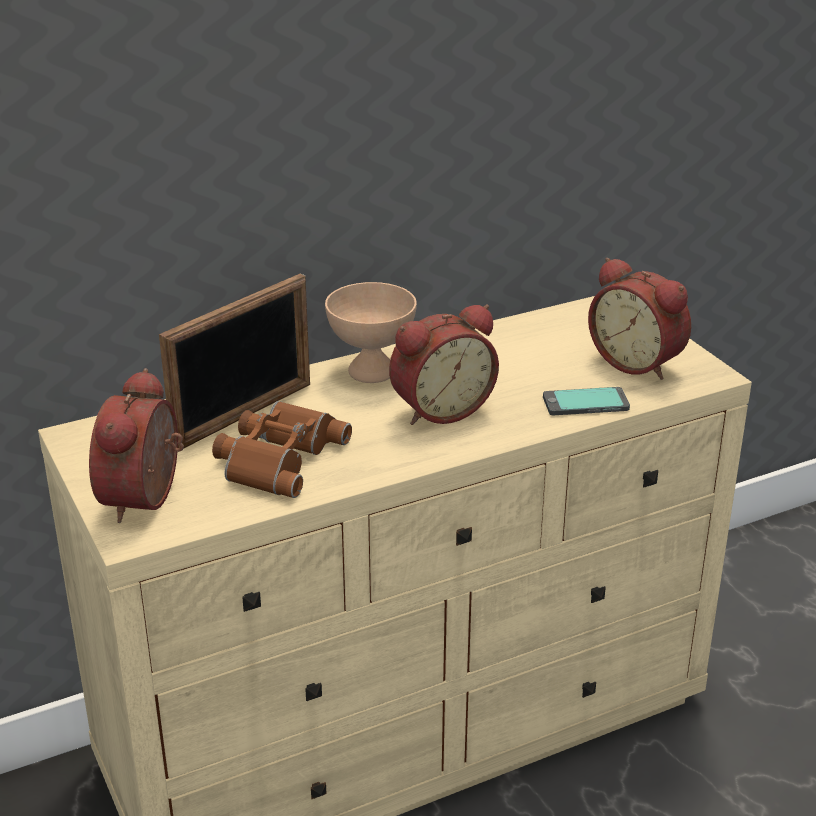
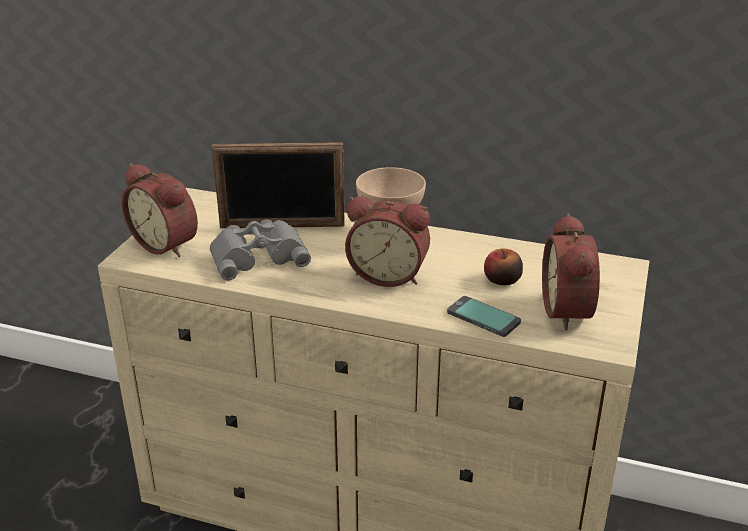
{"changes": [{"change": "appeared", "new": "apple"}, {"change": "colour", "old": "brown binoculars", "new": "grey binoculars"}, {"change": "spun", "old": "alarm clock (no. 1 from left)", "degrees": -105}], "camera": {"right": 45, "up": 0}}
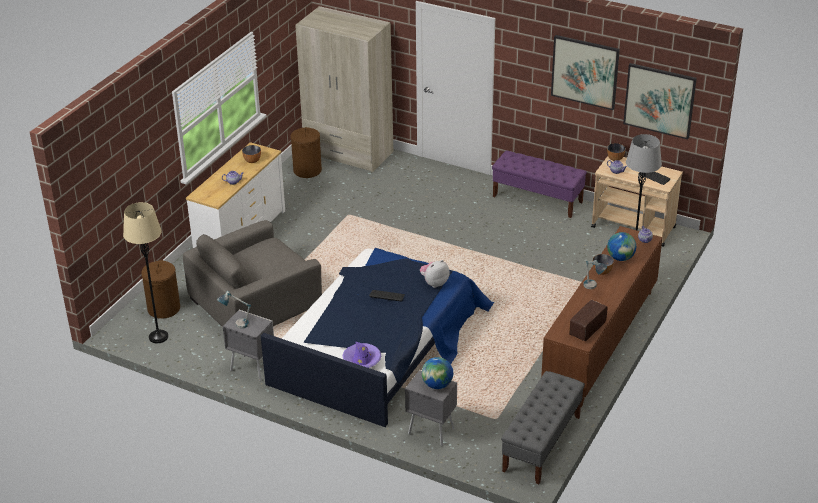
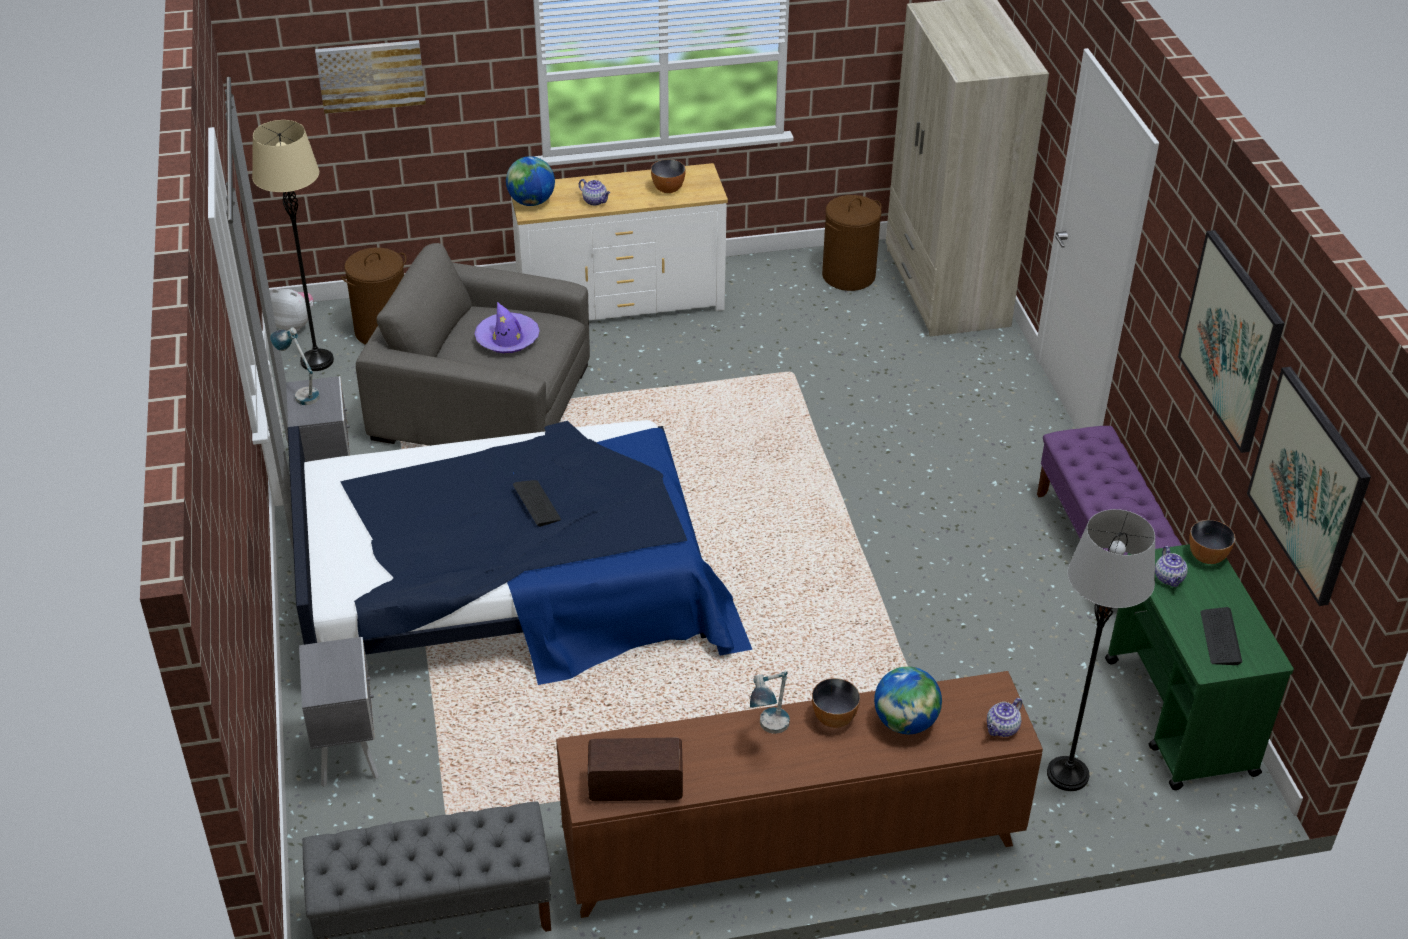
{"changes": [{"change": "appeared", "new": "picture (no. 1 from left)"}, {"change": "relocated", "old": "purple hat"}, {"change": "relocated", "old": "plush toy"}, {"change": "relocated", "old": "globe (no. 1 from left)"}, {"change": "colour", "old": "beige cart", "new": "green cart"}], "camera": {"right": 50, "up": 5}}
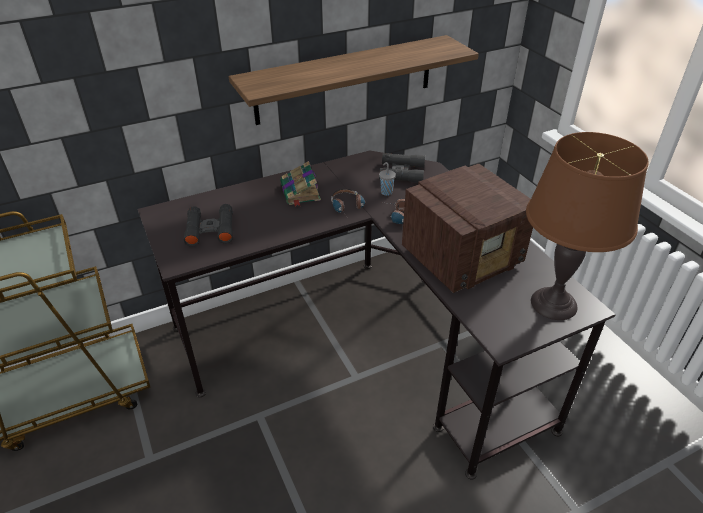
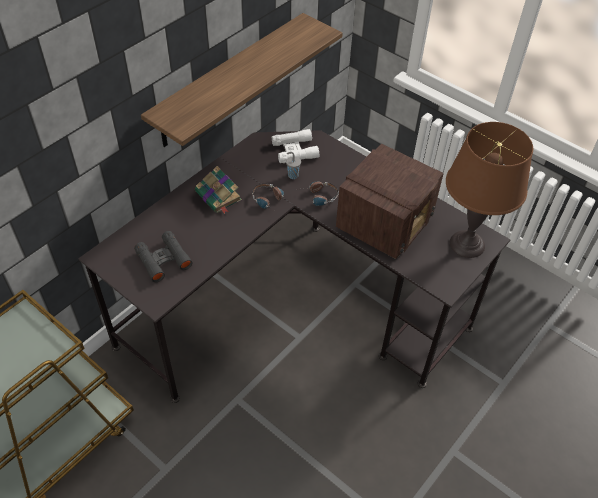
{"changes": [{"change": "colour", "old": "black binoculars (no. 2 from left)", "new": "white binoculars"}], "camera": {"right": -25, "up": 10}}
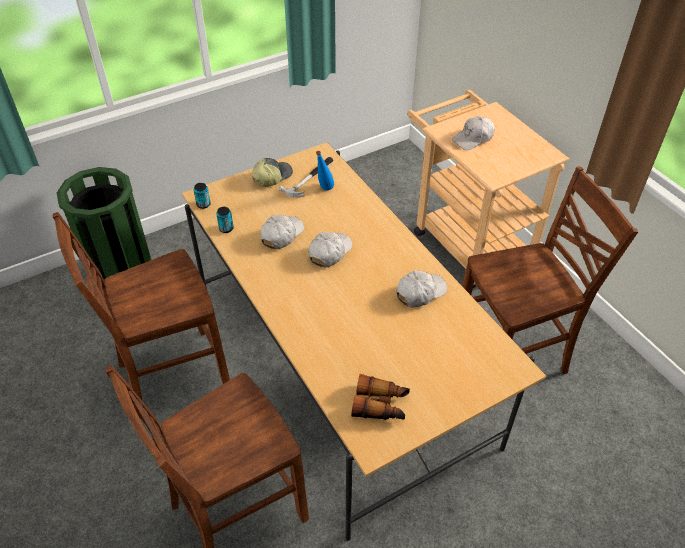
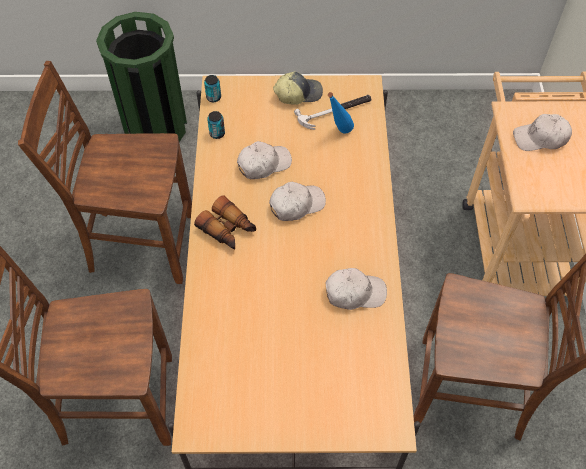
{"changes": [{"change": "relocated", "old": "binoculars"}], "camera": {"right": 30, "up": 10}}
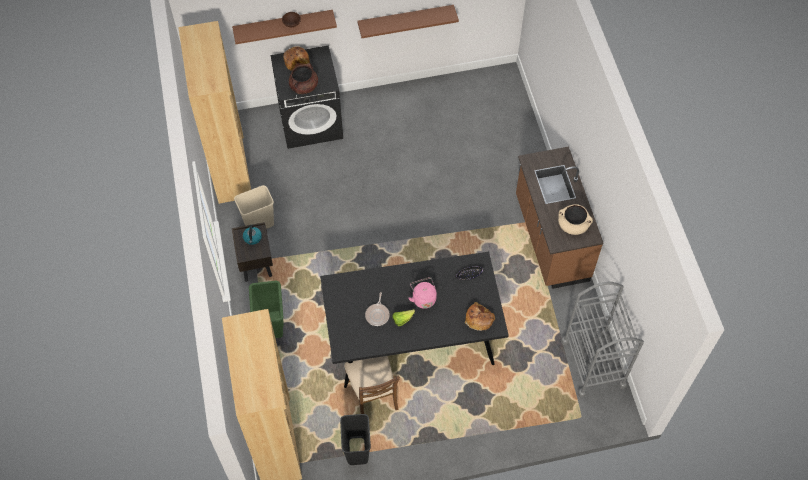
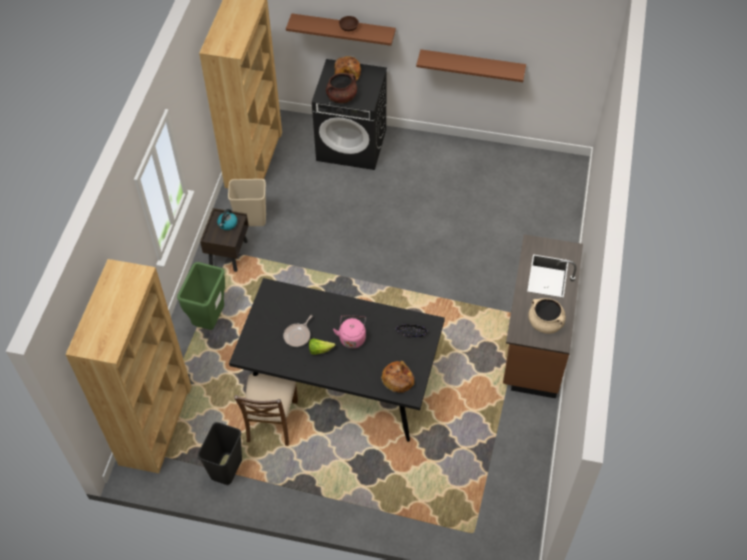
{"changes": [{"change": "missing", "old": "grey cart"}], "camera": {"right": 25, "up": -5}}
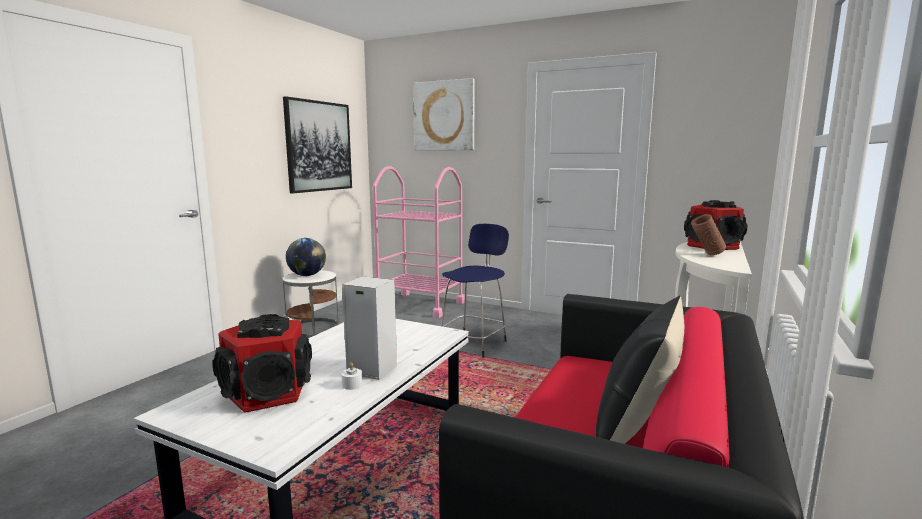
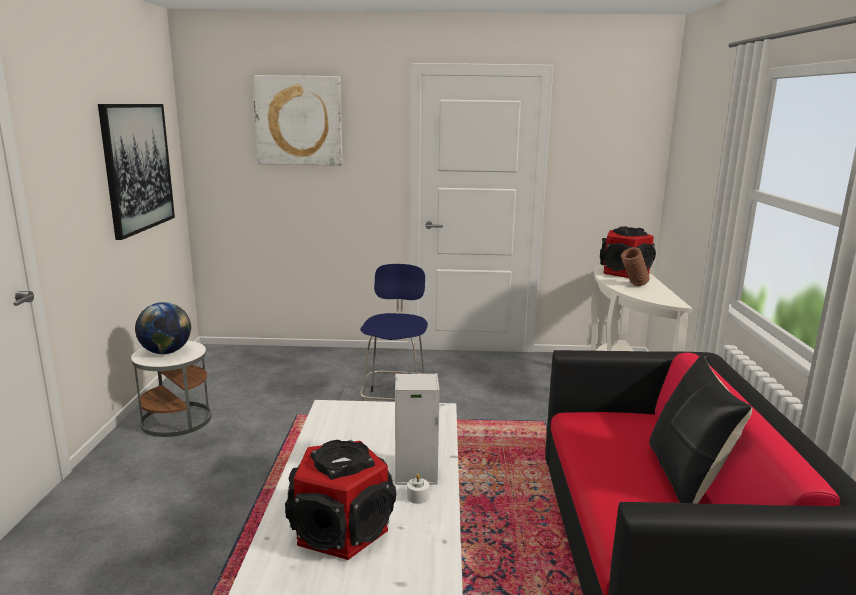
{"changes": [{"change": "missing", "old": "pink cart"}], "camera": {"right": -25, "up": 5}}
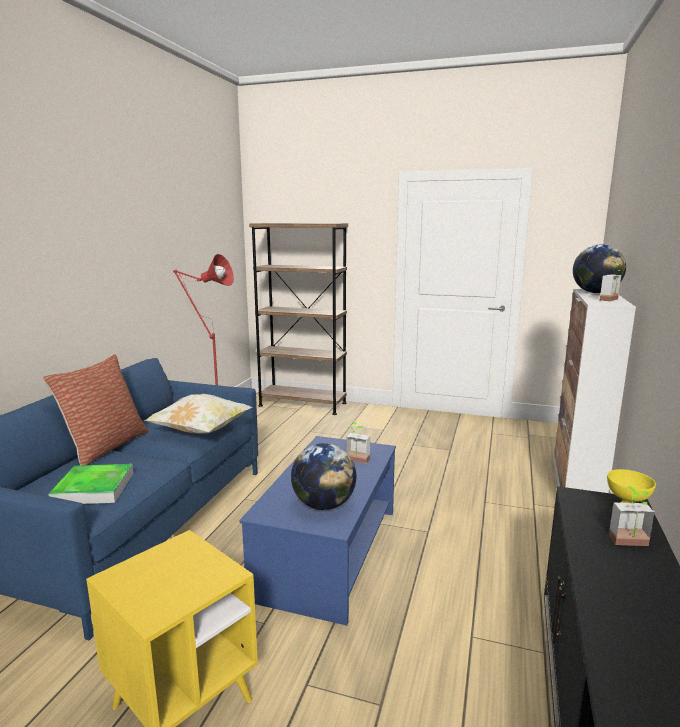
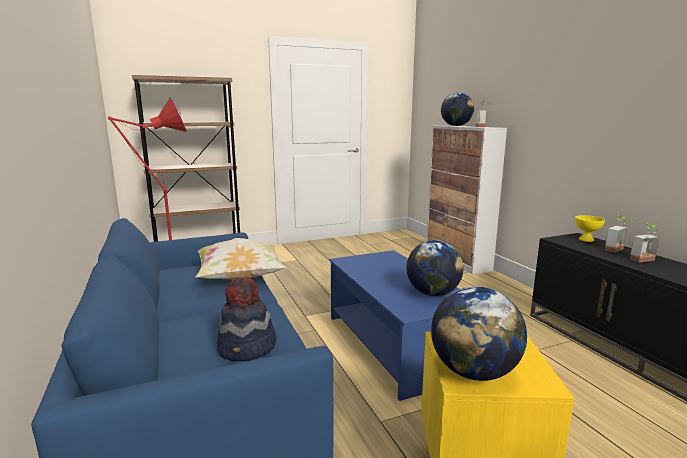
{"changes": [{"change": "missing", "old": "pillow (no. 1 from left)"}, {"change": "appeared", "new": "globe (no. 3 from left)"}, {"change": "relocated", "old": "potted plant (no. 1 from left in the first image)", "new": "potted plant (no. 3 from left)"}, {"change": "exchanged", "old": "tray", "new": "hat"}], "camera": {"right": -40, "up": 0}}
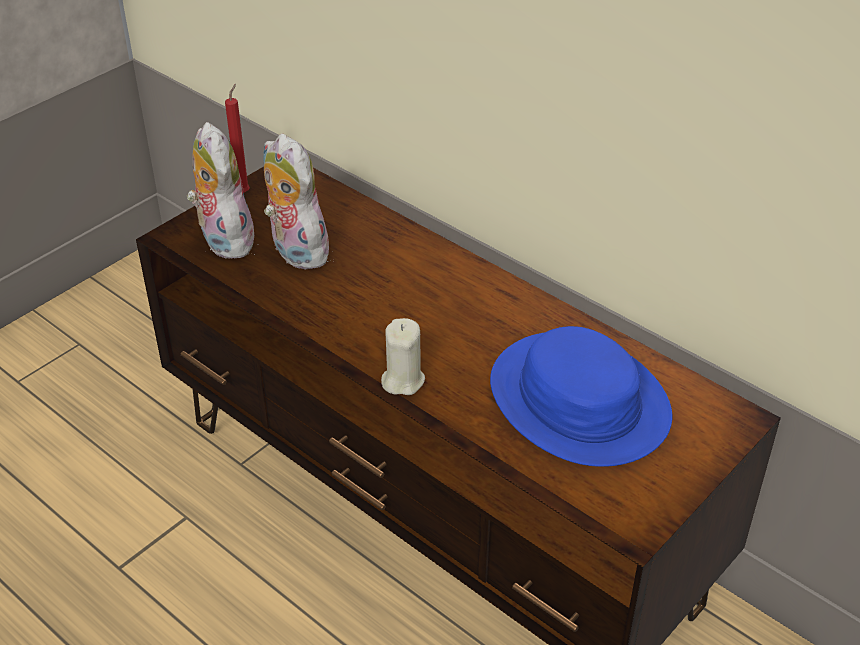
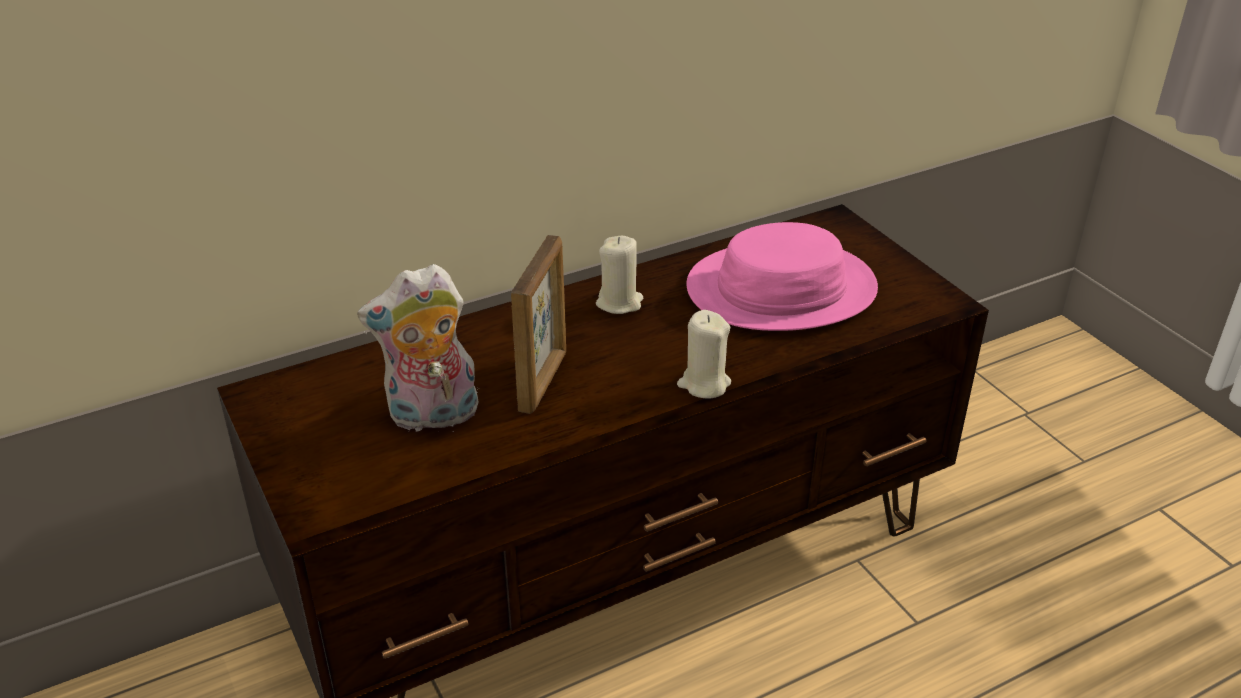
{"changes": [{"change": "missing", "old": "plush toy (no. 1 from left)"}, {"change": "missing", "old": "red candle"}, {"change": "appeared", "new": "picture frame"}, {"change": "appeared", "new": "beige candle (no. 1 from left)"}, {"change": "colour", "old": "blue hat", "new": "pink hat"}], "camera": {"right": -70, "up": -5}}
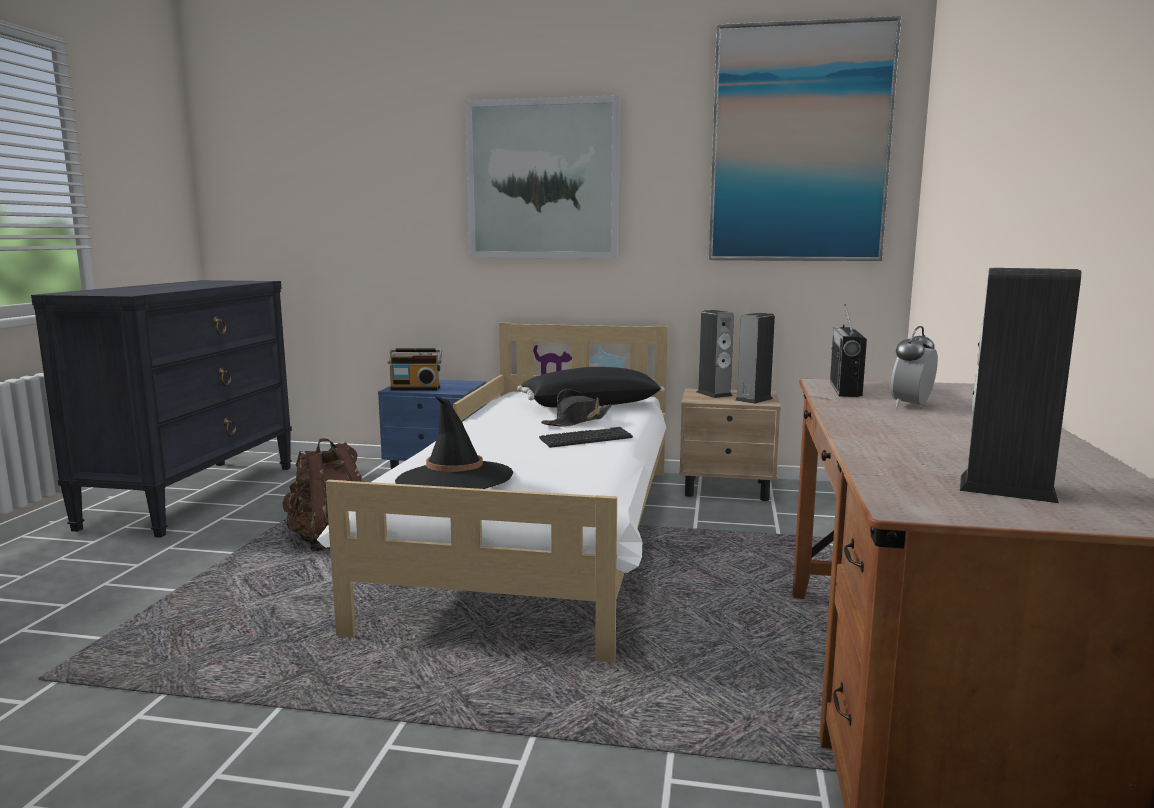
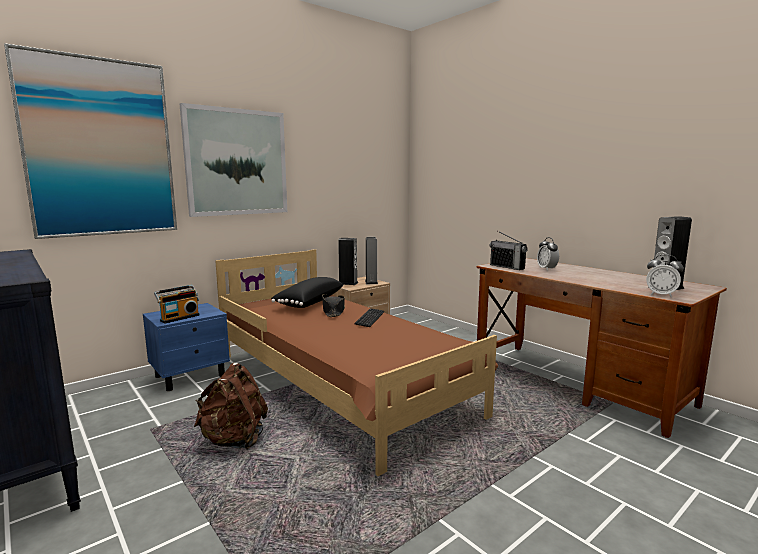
{"changes": [{"change": "missing", "old": "black hat (no. 1 from left)"}, {"change": "appeared", "new": "alarm clock (no. 2 from left)"}, {"change": "relocated", "old": "picture (no. 2 from left in the first image)", "new": "picture (no. 1 from left)"}, {"change": "colour", "old": "white bed", "new": "brown bed"}], "camera": {"right": -50, "up": 0}}
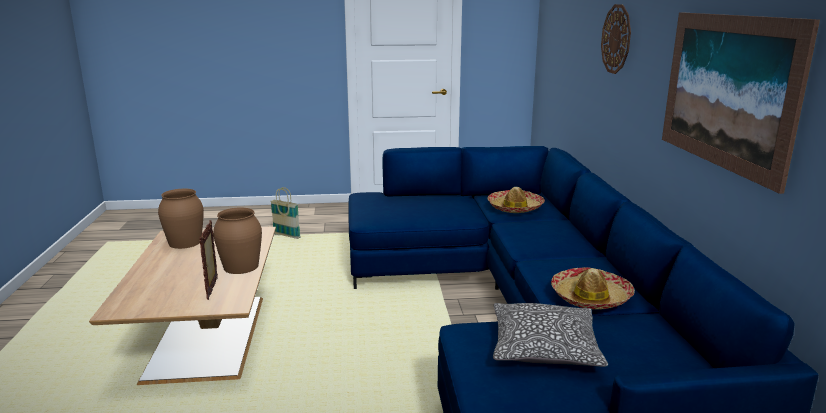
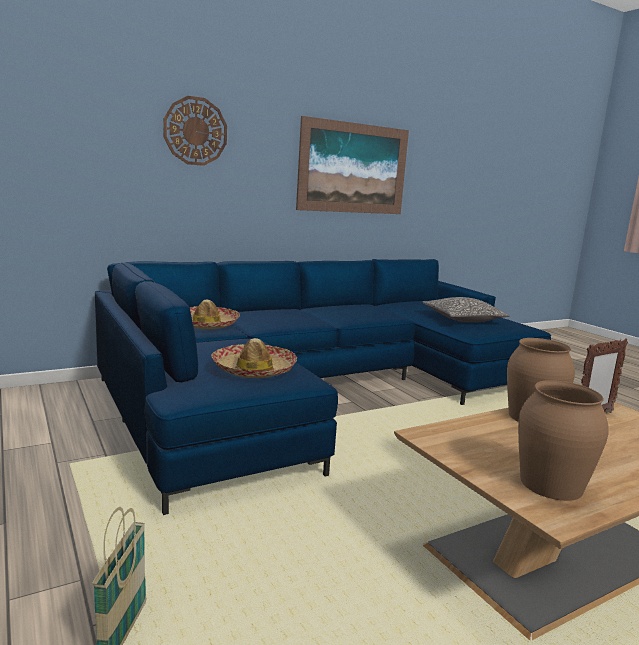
{"changes": [{"change": "relocated", "old": "hat (no. 2 from left)"}], "camera": {"right": -115, "up": -5}}
